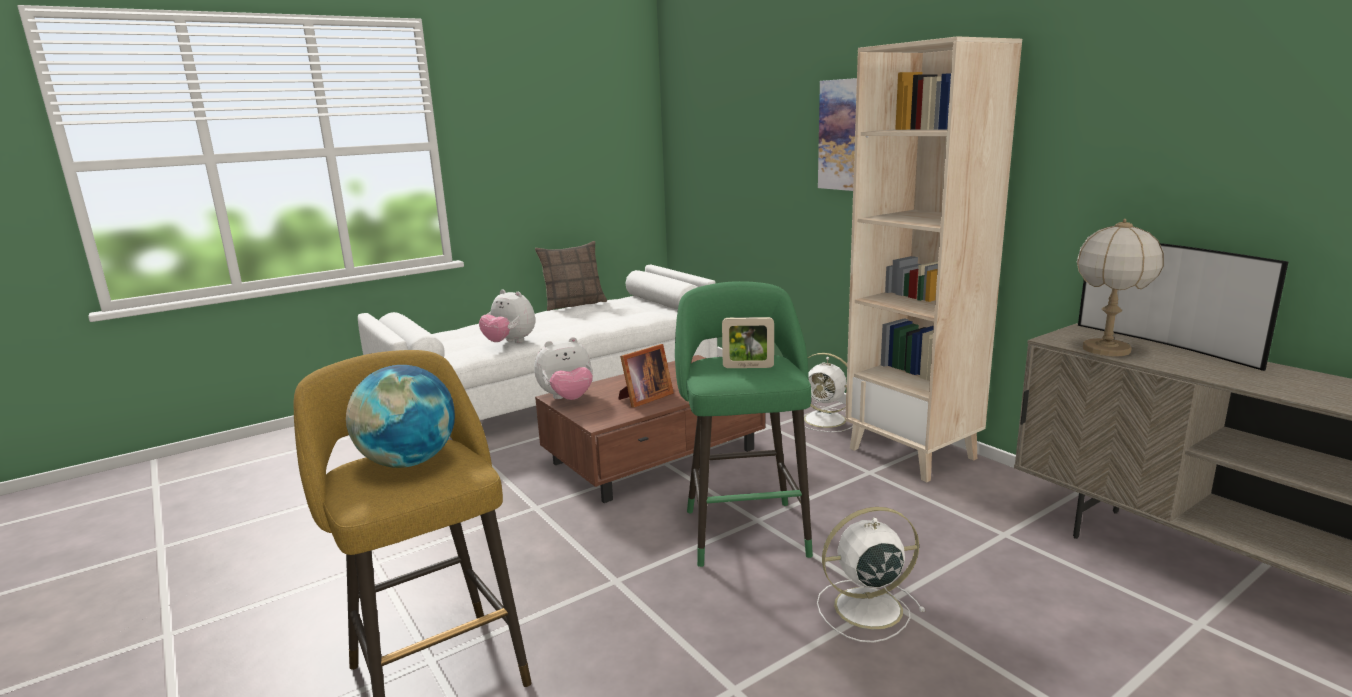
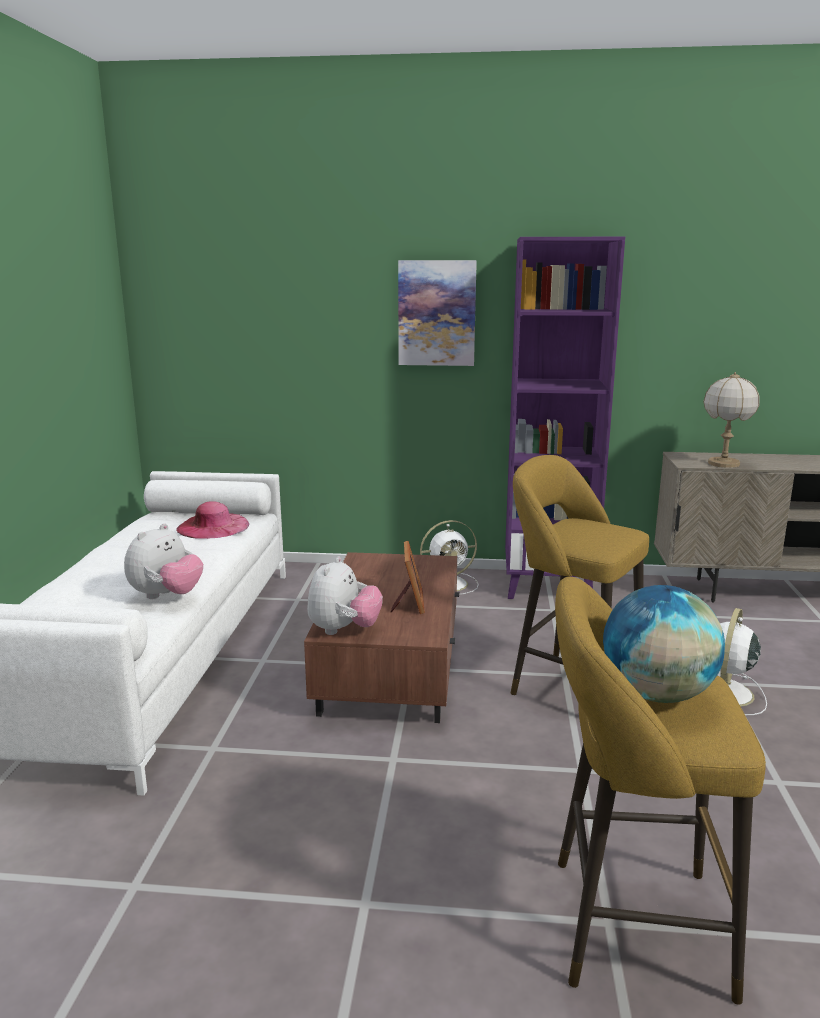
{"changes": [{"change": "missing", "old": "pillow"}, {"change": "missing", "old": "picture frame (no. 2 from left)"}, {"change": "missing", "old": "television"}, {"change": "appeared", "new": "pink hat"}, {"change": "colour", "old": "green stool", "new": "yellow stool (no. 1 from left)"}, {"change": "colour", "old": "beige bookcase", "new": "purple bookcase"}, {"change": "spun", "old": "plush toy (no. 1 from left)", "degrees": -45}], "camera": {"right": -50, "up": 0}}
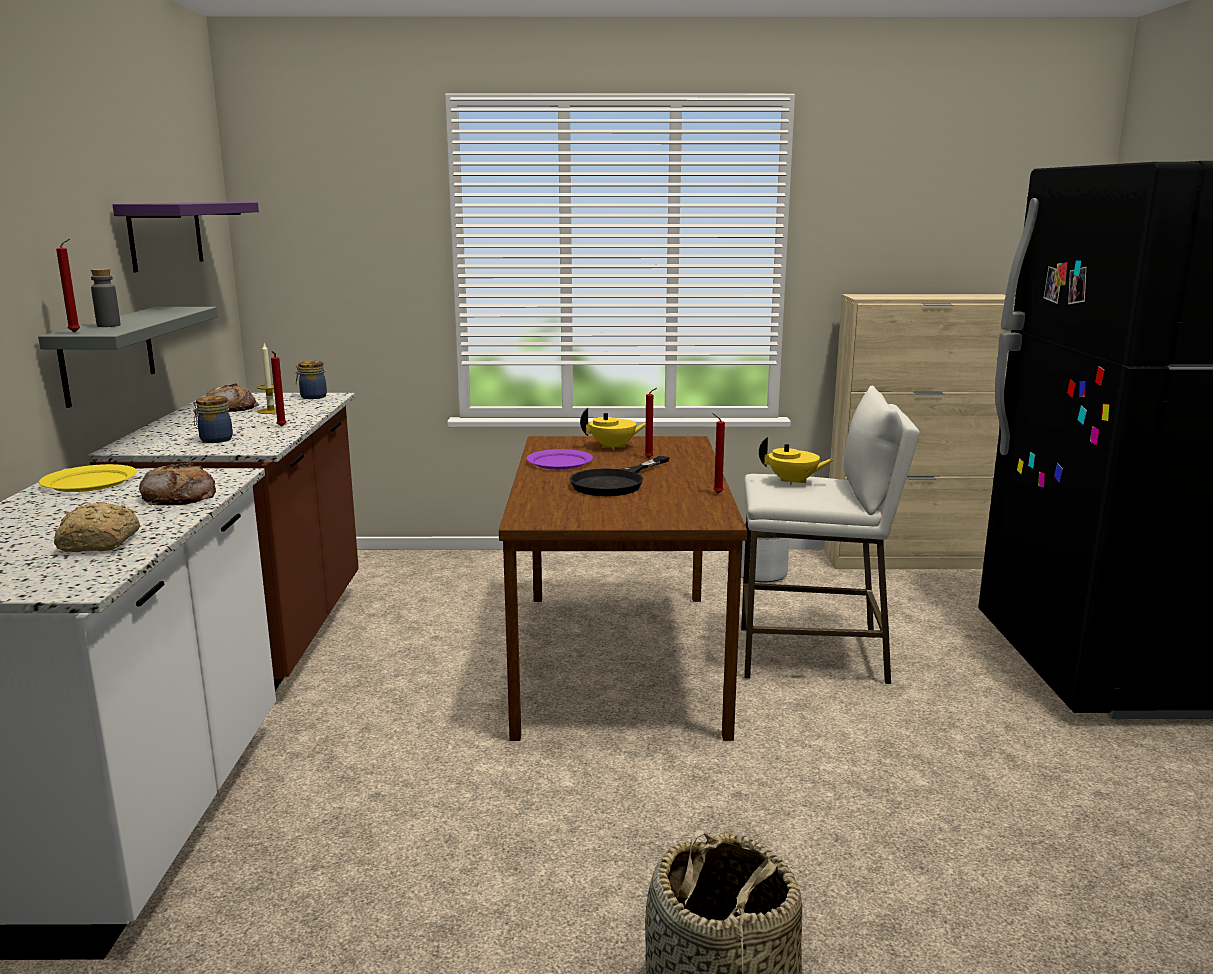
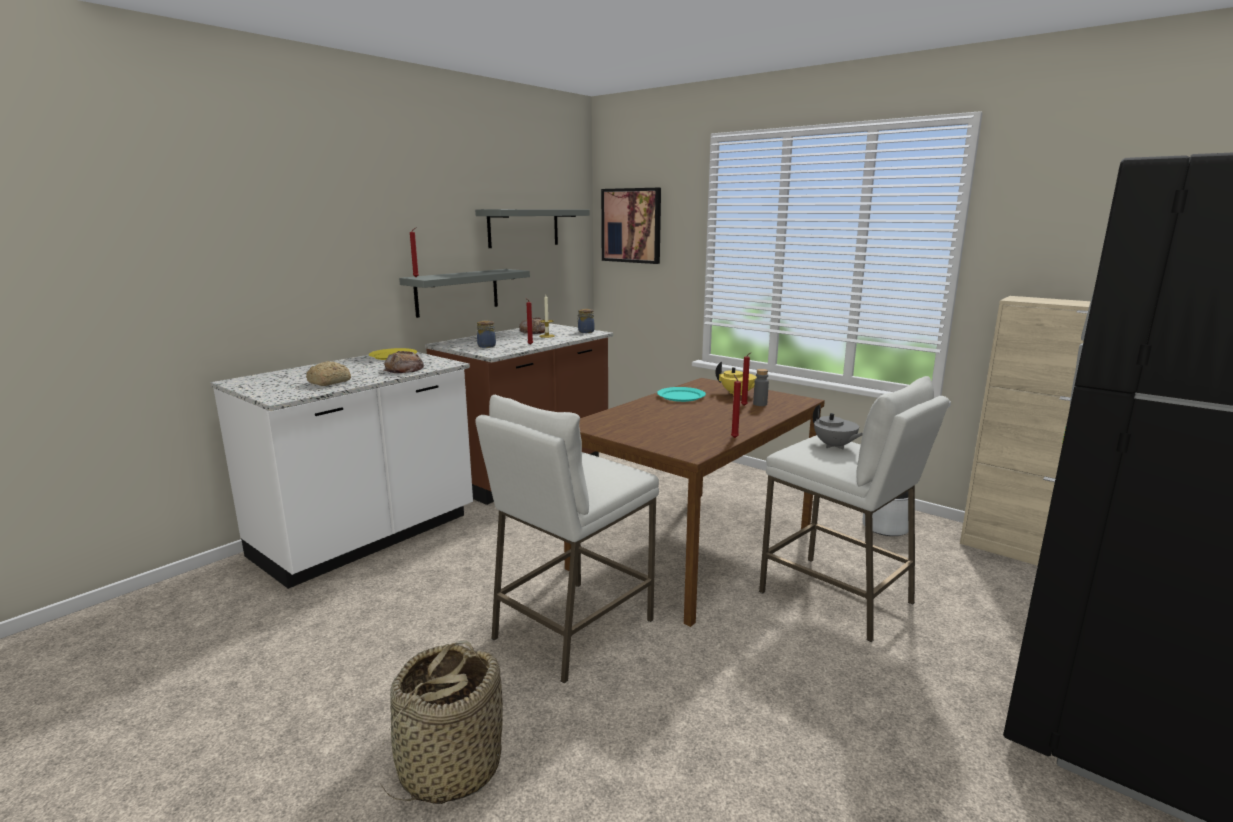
{"changes": [{"change": "missing", "old": "black frying pan"}, {"change": "appeared", "new": "white stool (no. 1 from left)"}, {"change": "appeared", "new": "picture"}, {"change": "relocated", "old": "grey bottle"}, {"change": "colour", "old": "purple shelf", "new": "grey shelf (no. 2 from left)"}, {"change": "colour", "old": "purple plate", "new": "turquoise plate"}, {"change": "colour", "old": "yellow teapot (no. 2 from left)", "new": "grey teapot"}], "camera": {"right": 40, "up": 0}}
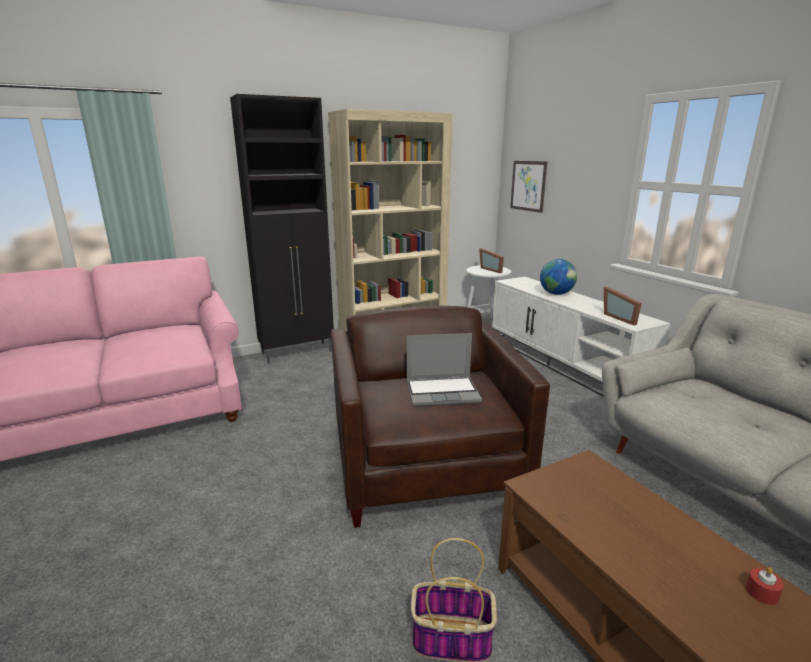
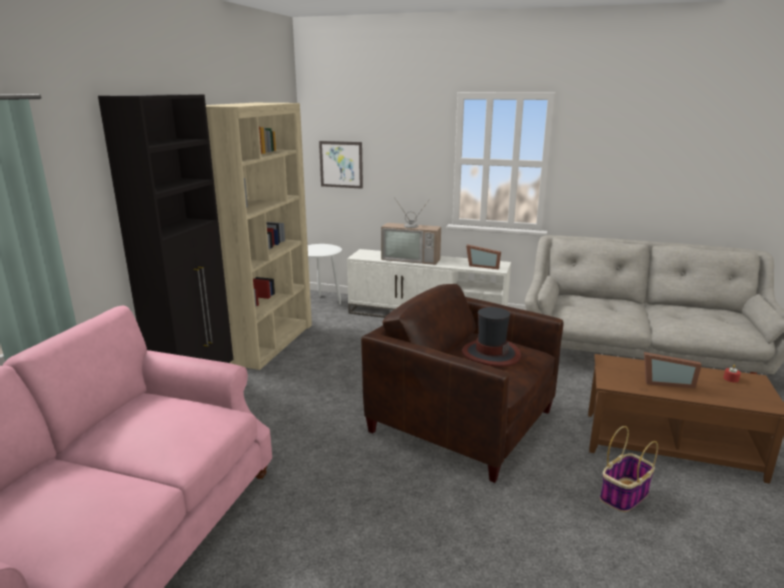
{"changes": [{"change": "relocated", "old": "picture frame (no. 1 from left in the first image)", "new": "picture frame (no. 2 from left)"}, {"change": "exchanged", "old": "laptop", "new": "hat"}, {"change": "exchanged", "old": "globe", "new": "television"}], "camera": {"right": -45, "up": 0}}
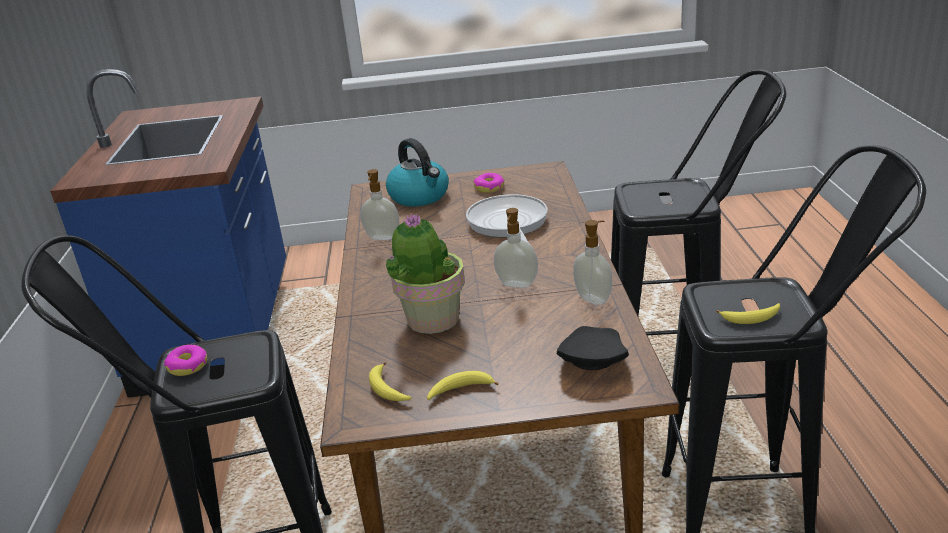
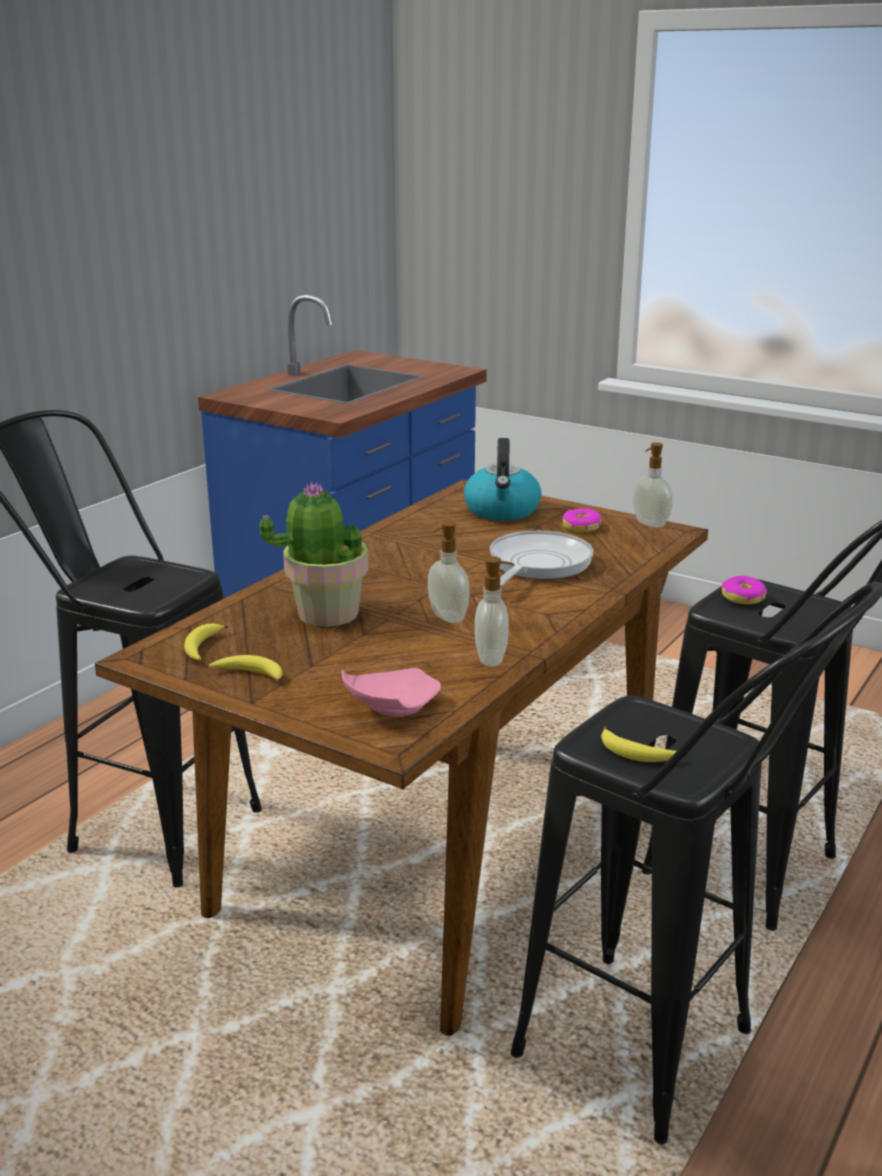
{"changes": [{"change": "relocated", "old": "donut (no. 1 from left in the first image)", "new": "donut (no. 2 from left)"}, {"change": "relocated", "old": "soap dispenser (no. 1 from left in the first image)", "new": "soap dispenser (no. 3 from left)"}, {"change": "colour", "old": "black plate", "new": "pink plate"}], "camera": {"right": 35, "up": -5}}
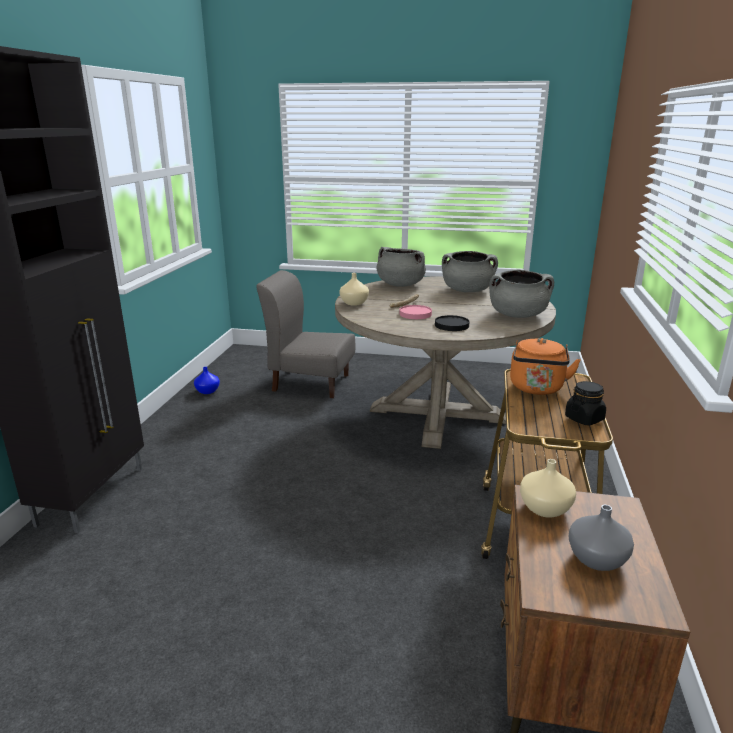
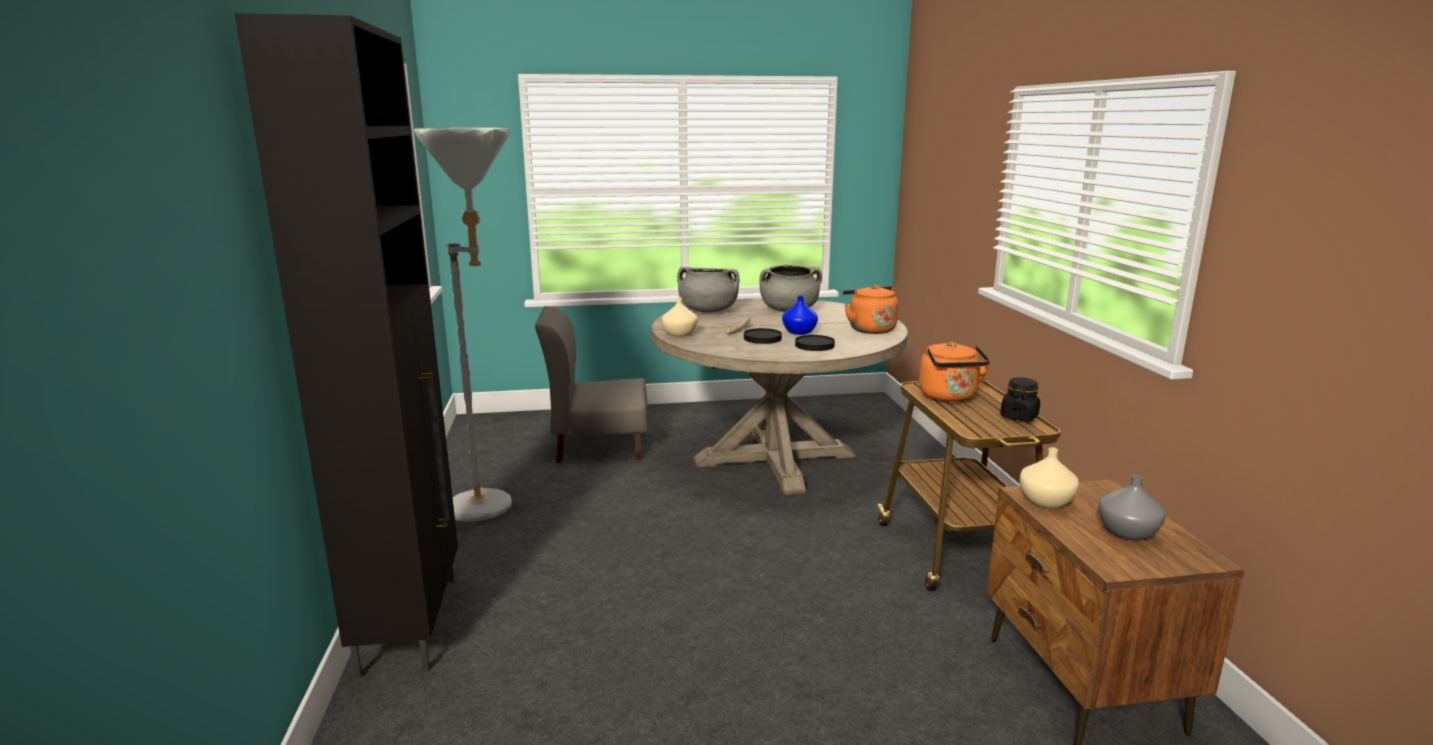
{"changes": [{"change": "appeared", "new": "grey floor lamp"}, {"change": "relocated", "old": "blue vase"}, {"change": "exchanged", "old": "grey cooking pot (no. 3 from left)", "new": "orange kettle (no. 1 from left)"}, {"change": "colour", "old": "pink plate", "new": "black plate (no. 1 from left)"}], "camera": {"right": -20, "up": -5}}
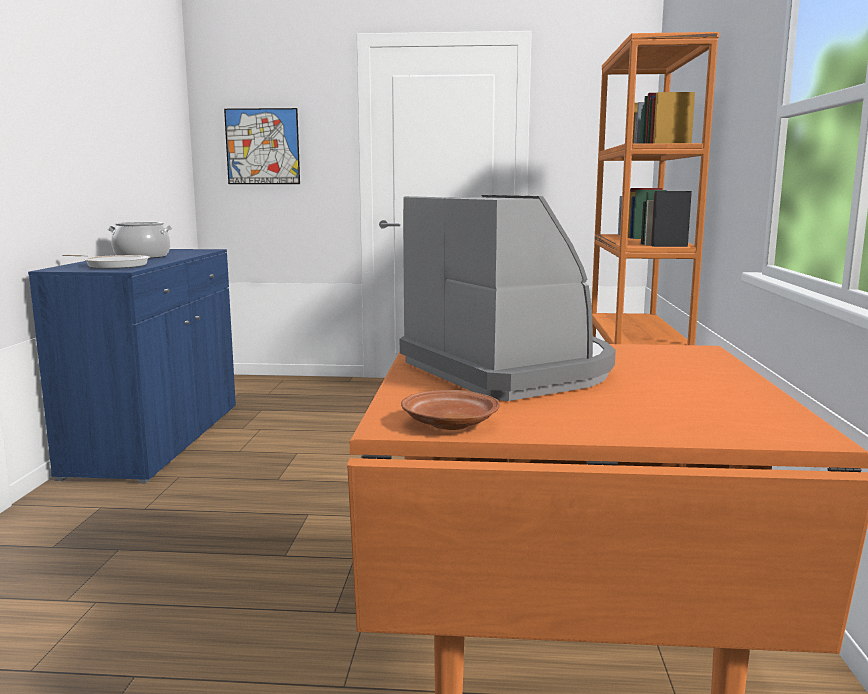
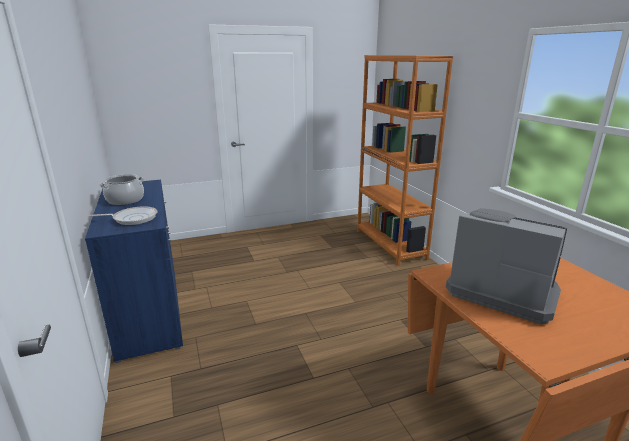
{"changes": [{"change": "missing", "old": "picture"}, {"change": "missing", "old": "brown plate"}], "camera": {"right": -25, "up": 10}}
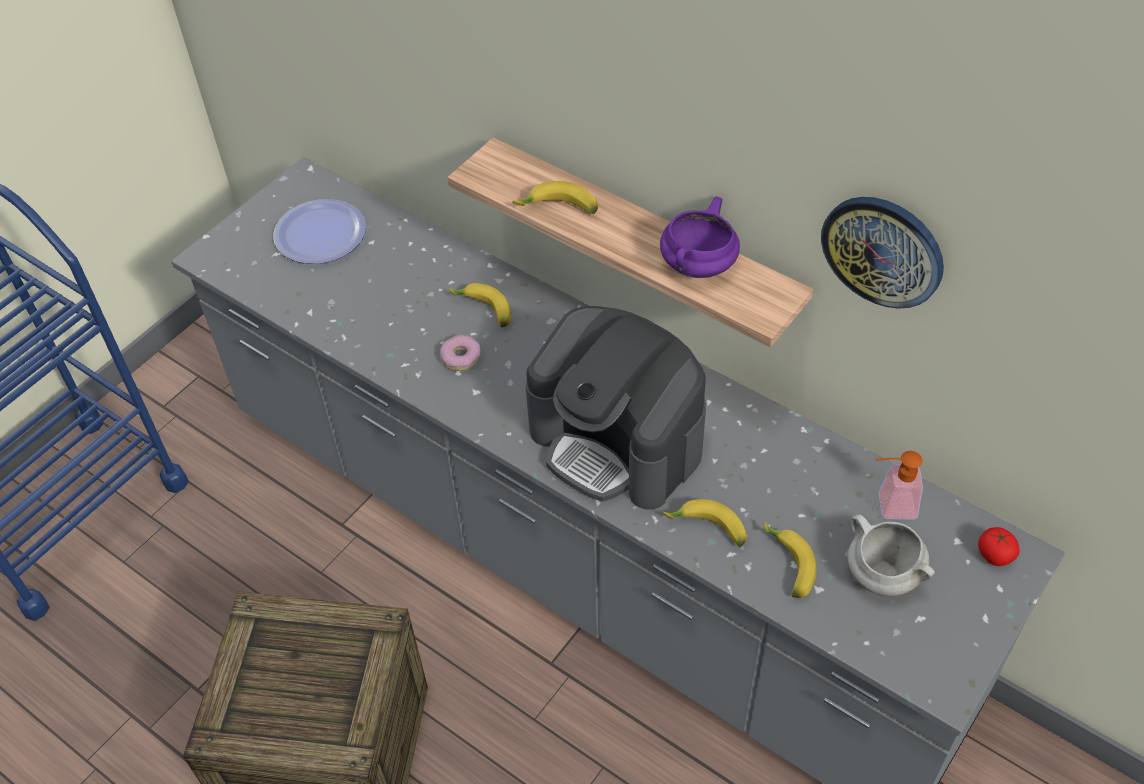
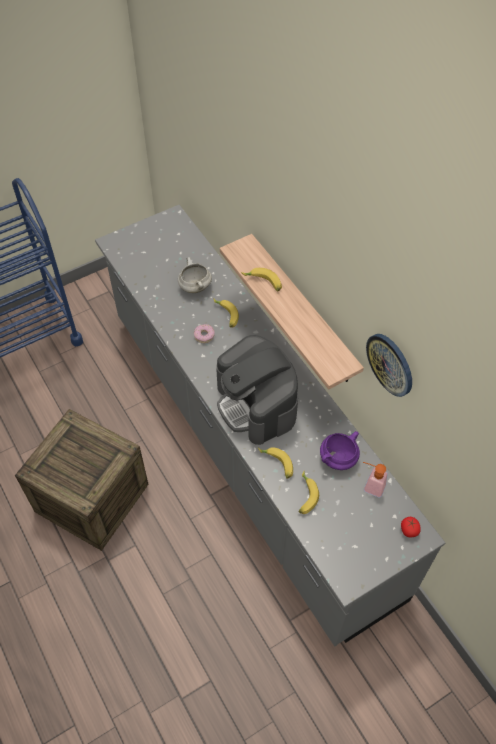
{"changes": [{"change": "missing", "old": "plate"}, {"change": "relocated", "old": "purple cooking pot"}, {"change": "relocated", "old": "white cooking pot"}], "camera": {"right": 20, "up": 5}}
